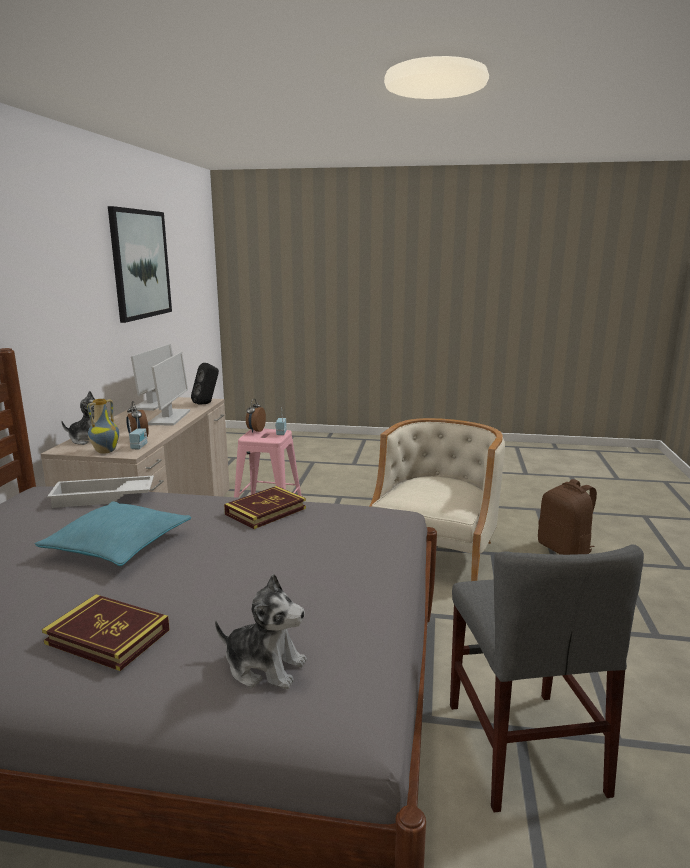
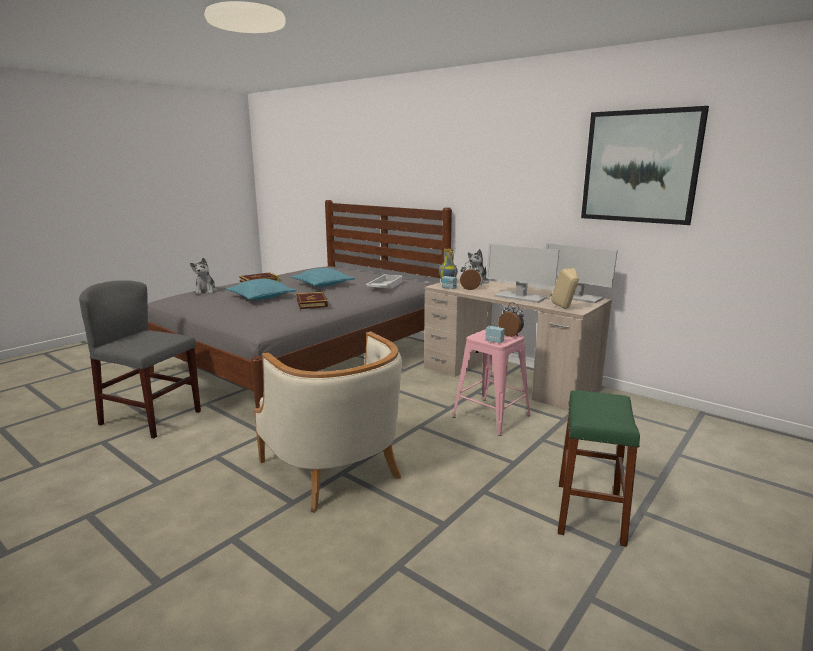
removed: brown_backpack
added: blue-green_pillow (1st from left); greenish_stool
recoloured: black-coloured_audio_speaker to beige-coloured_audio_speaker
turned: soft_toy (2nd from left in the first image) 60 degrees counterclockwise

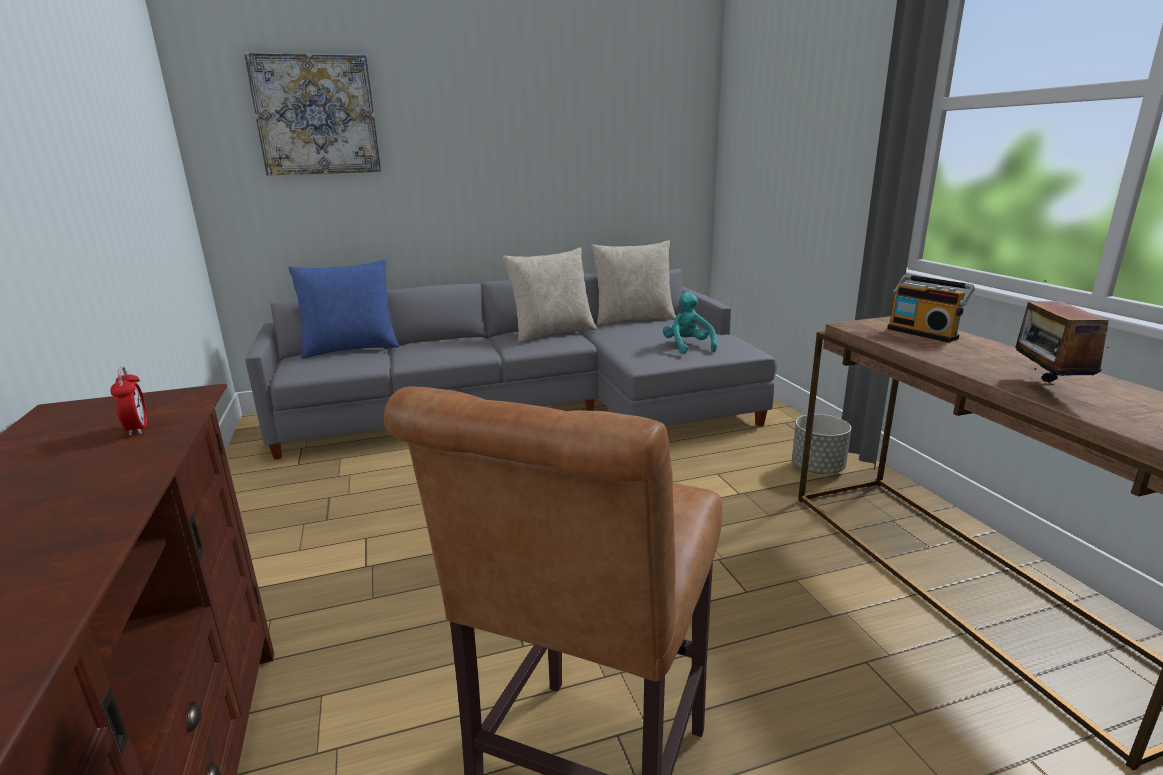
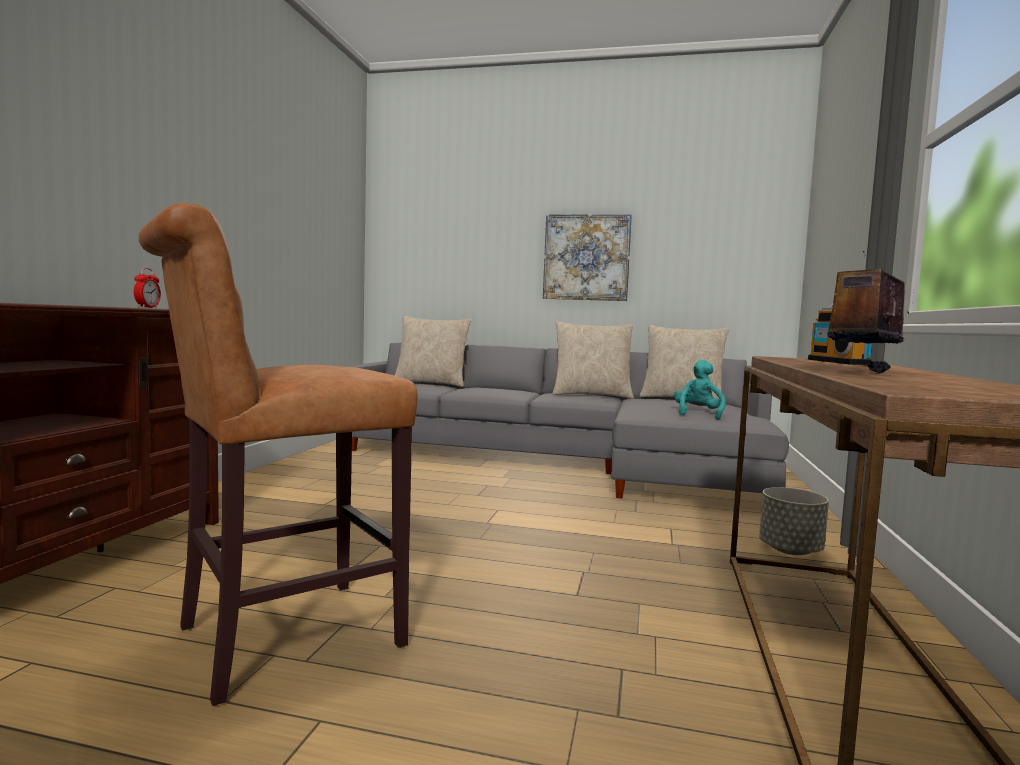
moved: picture
recoloured: bluish_pillow to beige-coloured_pillow (1st from left)

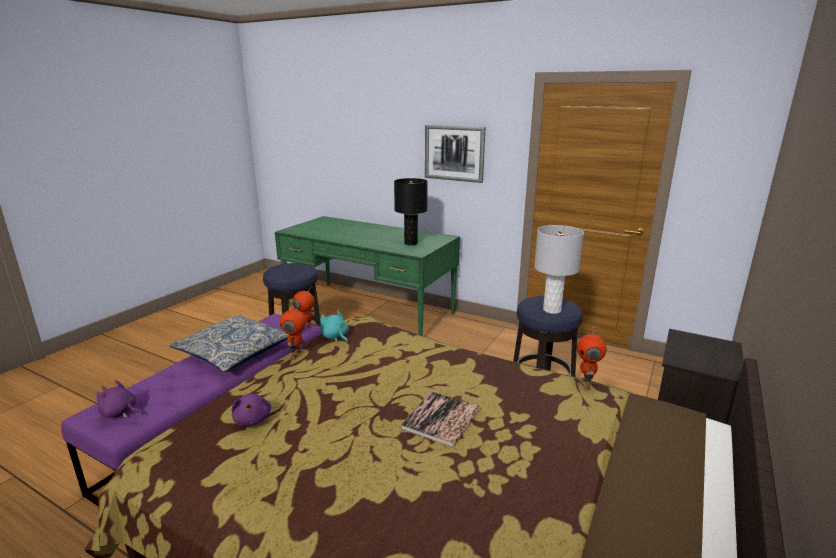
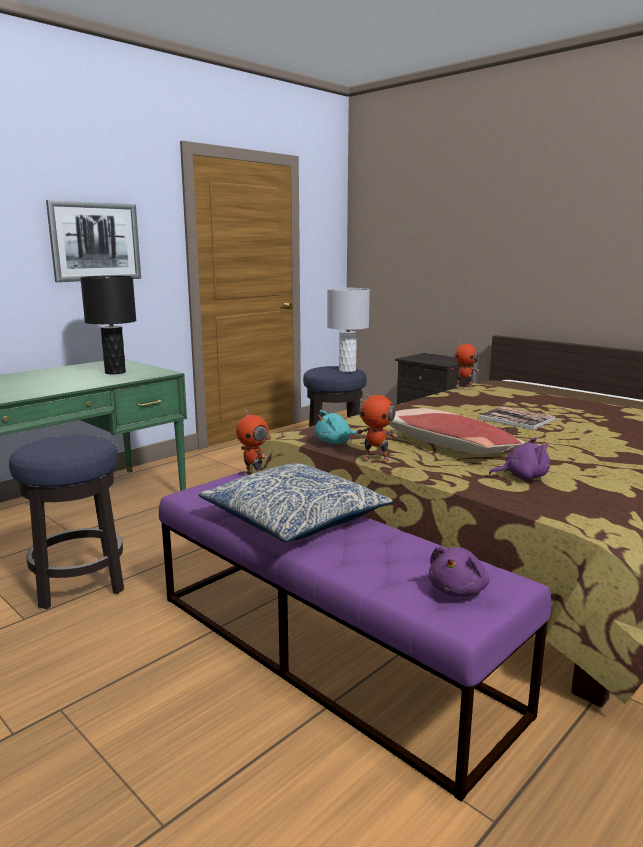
added: pillow (2nd from left)

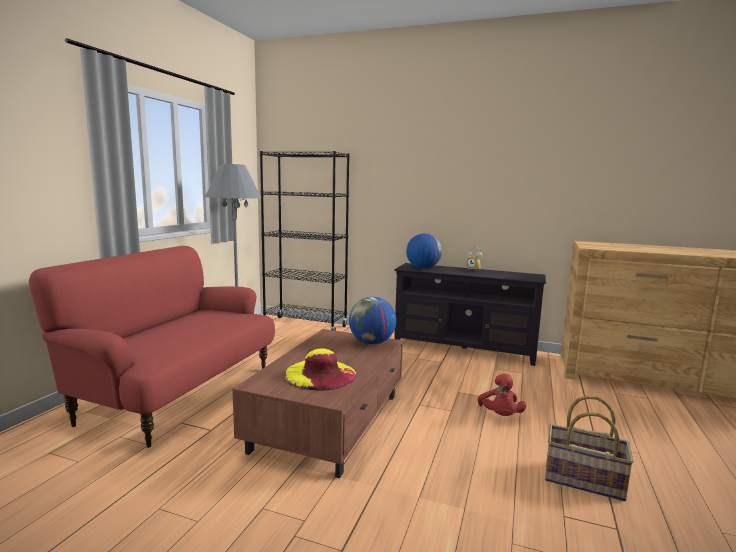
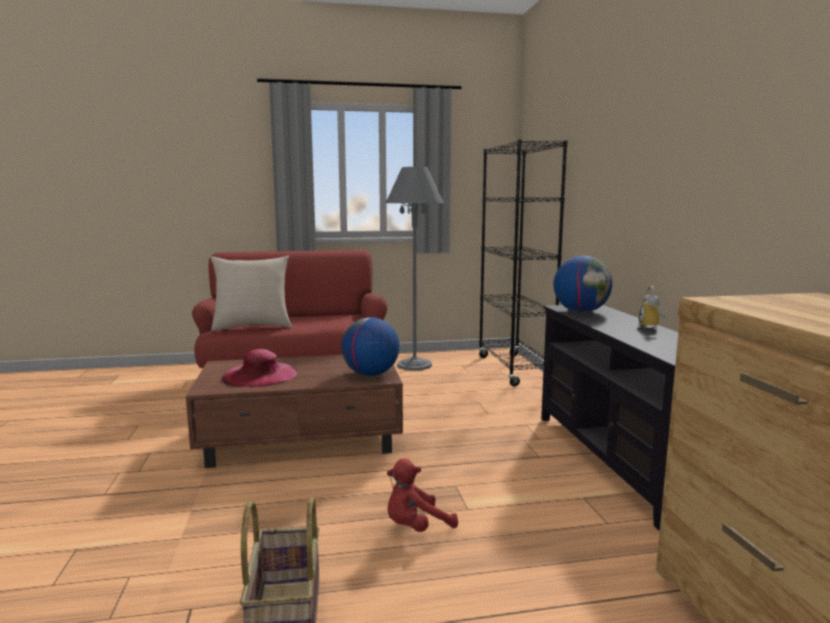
added: beige-coloured_pillow
recoloured: yellow-coloured_wearable_hat to pink_wearable_hat

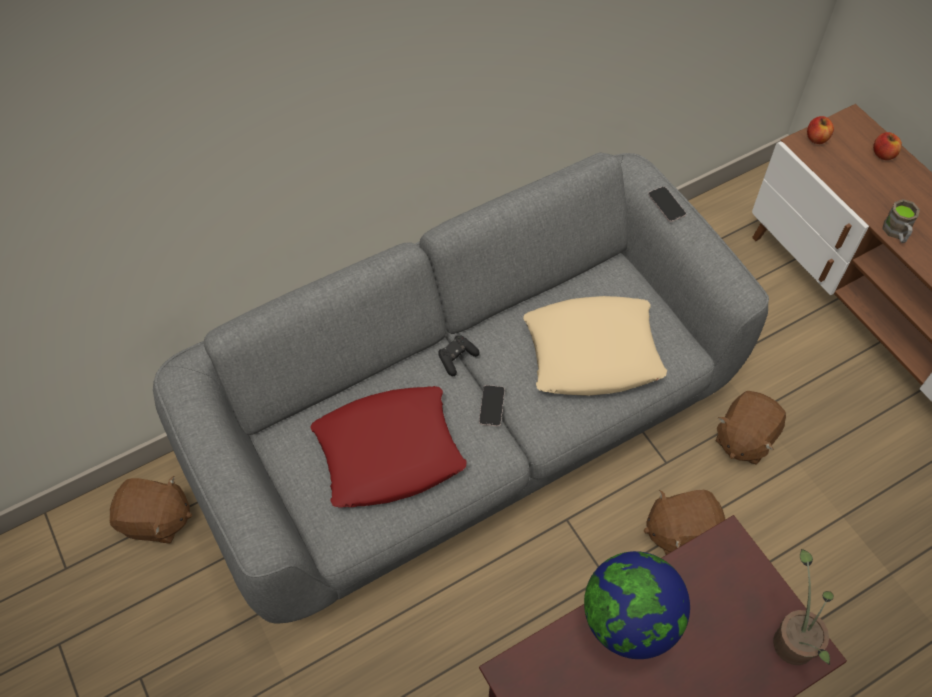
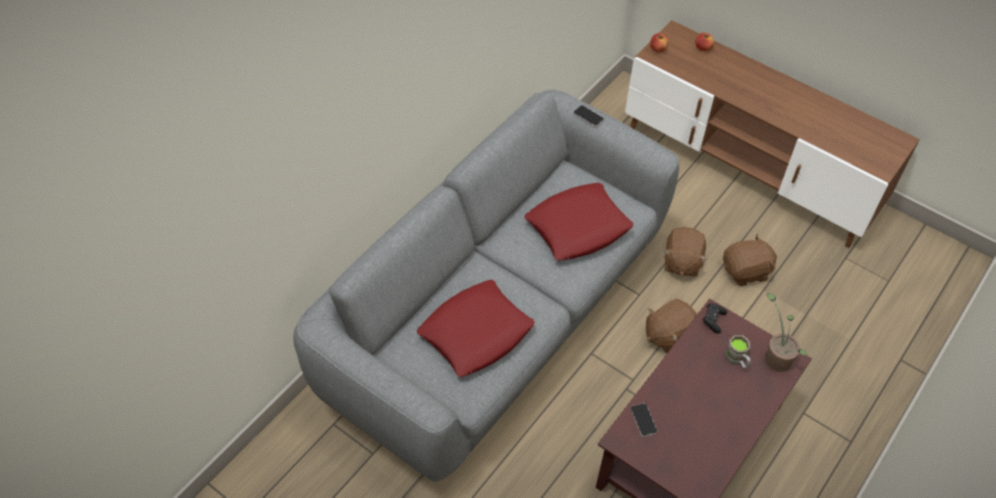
removed: globe
moved: brown_soft_toy (1st from left in the first image) to brown_soft_toy (3rd from left); black-coloured_joypad; phone (1st from left in the first image) to phone (2nd from left); brown_tea_mug
recoloured: beige-coloured_pillow to red-coloured_pillow (2nd from left)

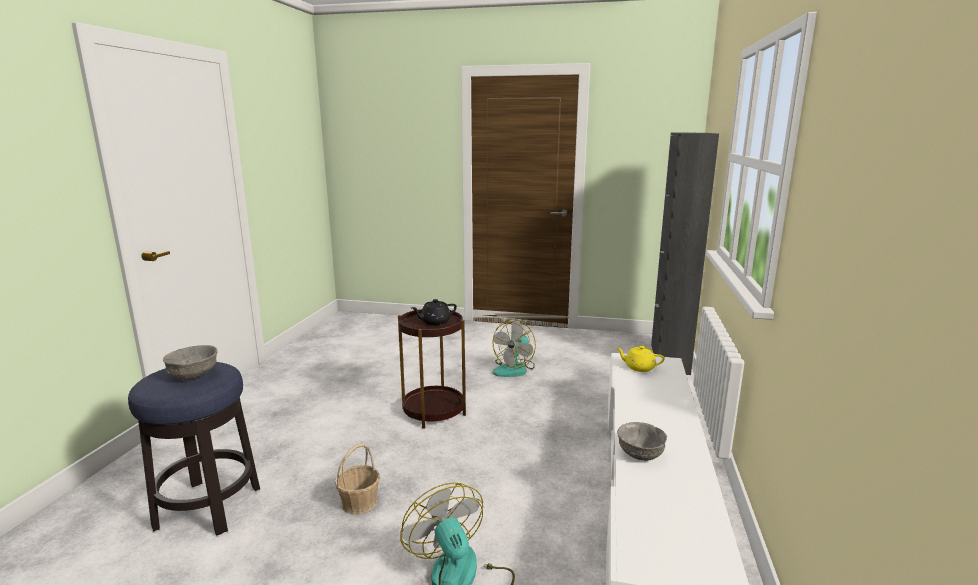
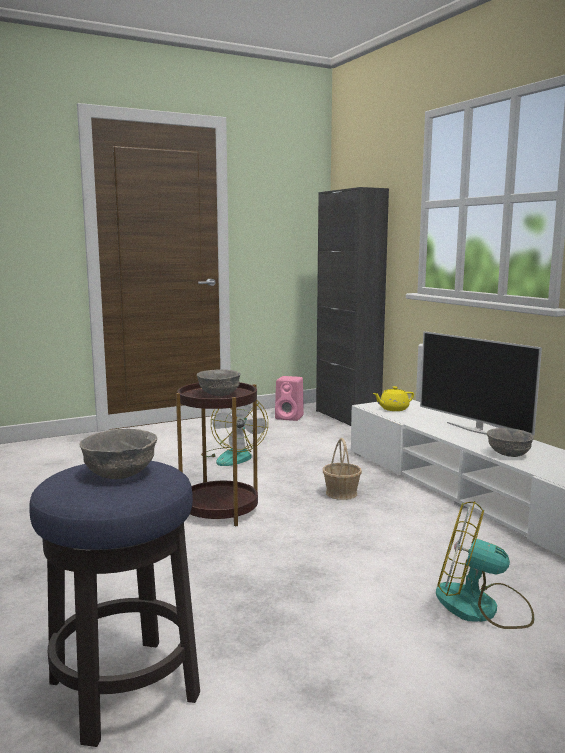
added: pink_audio_speaker; TV
moved: household_basket
replaced: black-coloured_teapot to greyish_bowl (2nd from left)

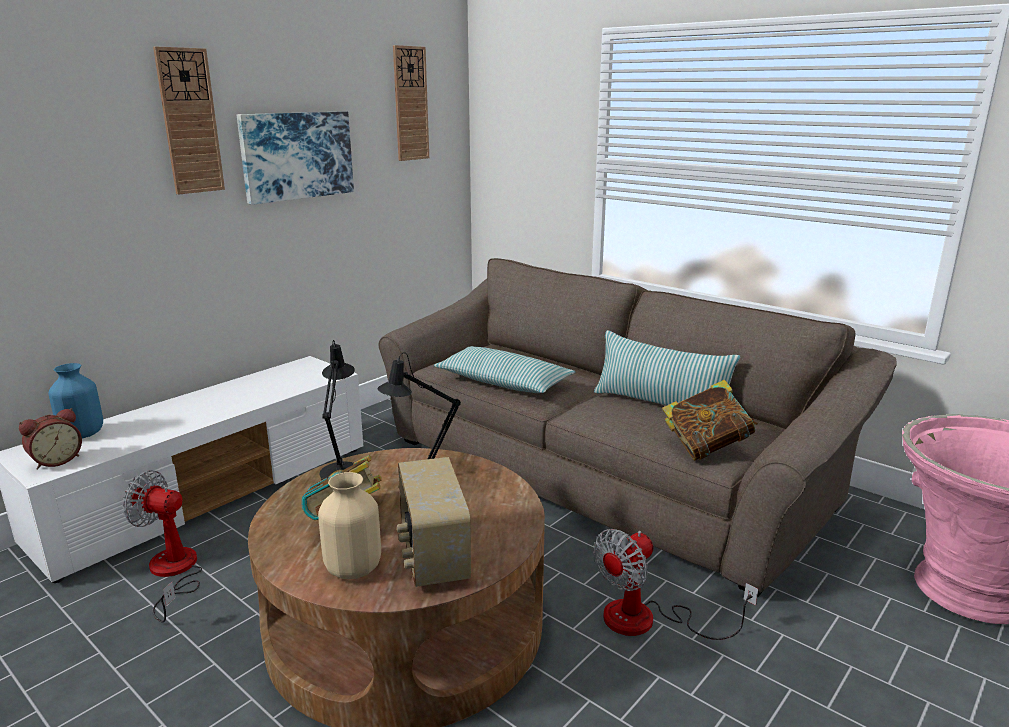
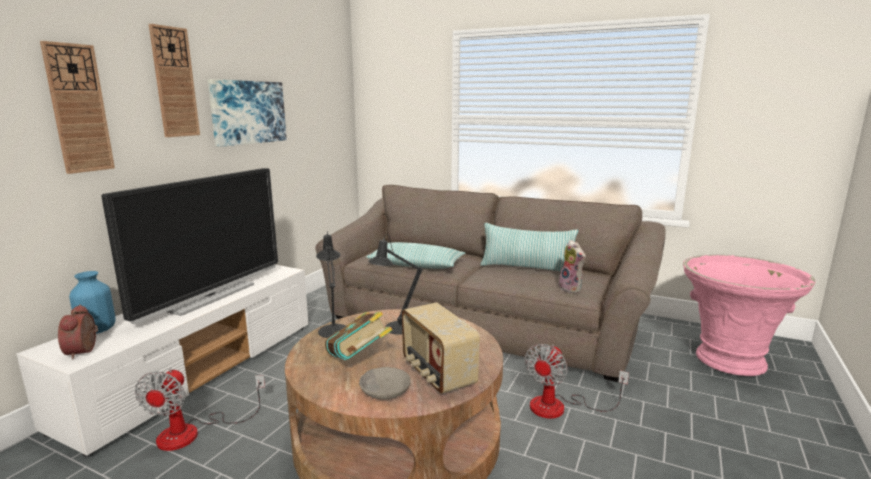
added: TV
moved: wall_clock (2nd from left in the first image) to wall_clock (1st from left)
replaced: beige-coloured_vase to greyish_bowl; bound_book (2nd from left) to soft_toy
turned: alarm_clock 135 degrees clockwise; fan (1st from left) 90 degrees counterclockwise

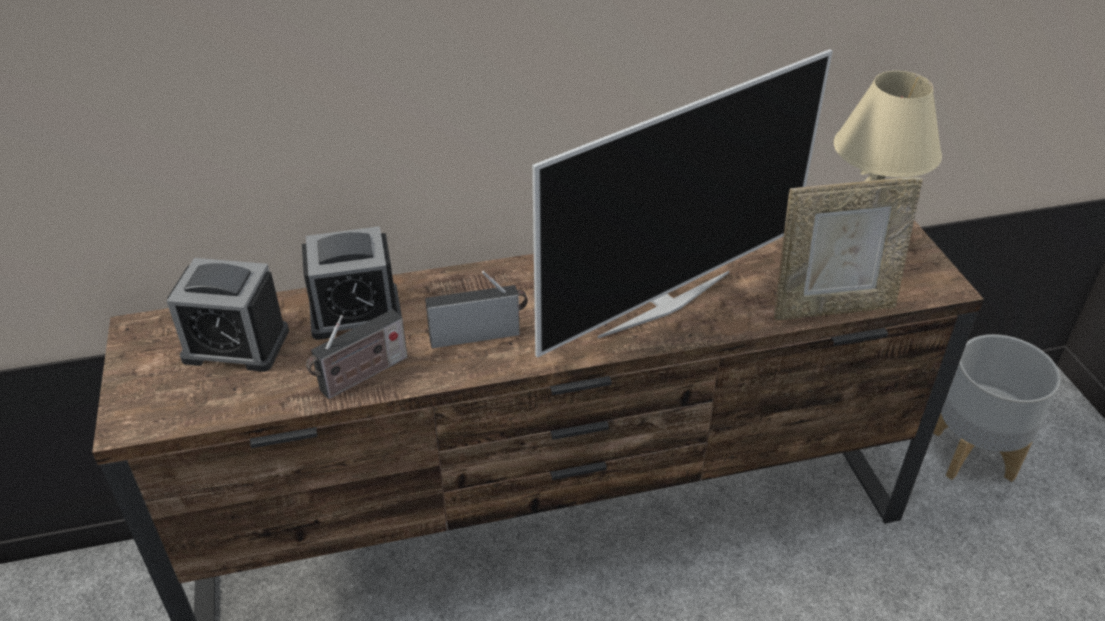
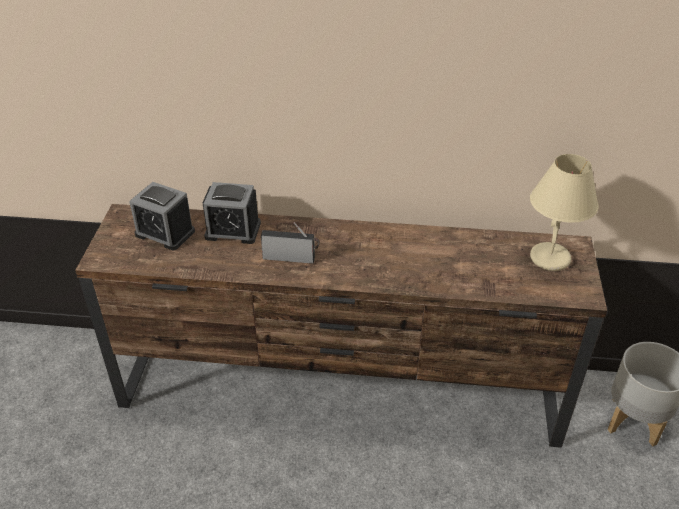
removed: radio (1st from left); TV; standing_frame

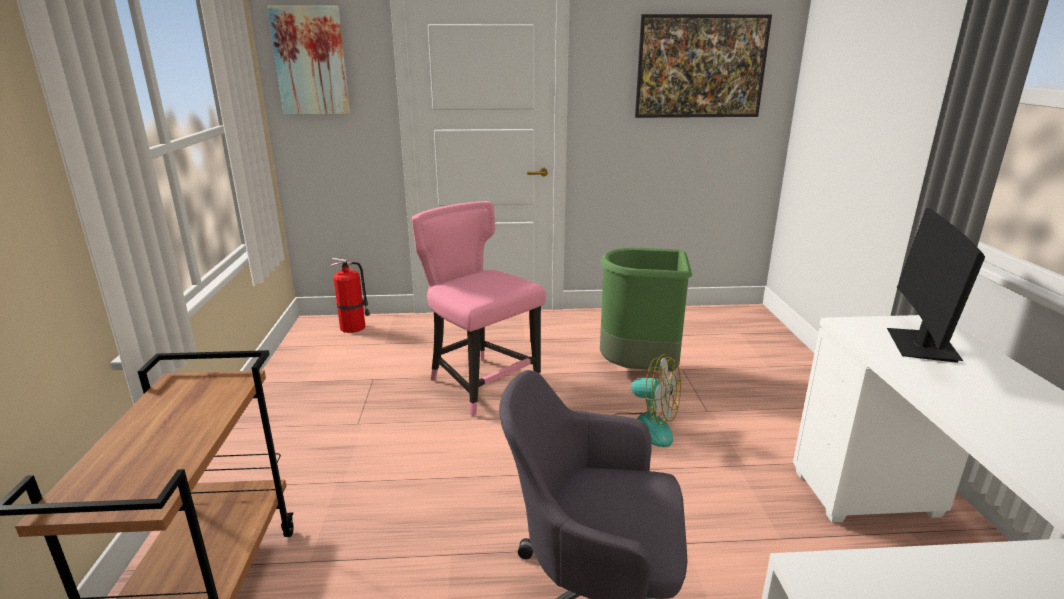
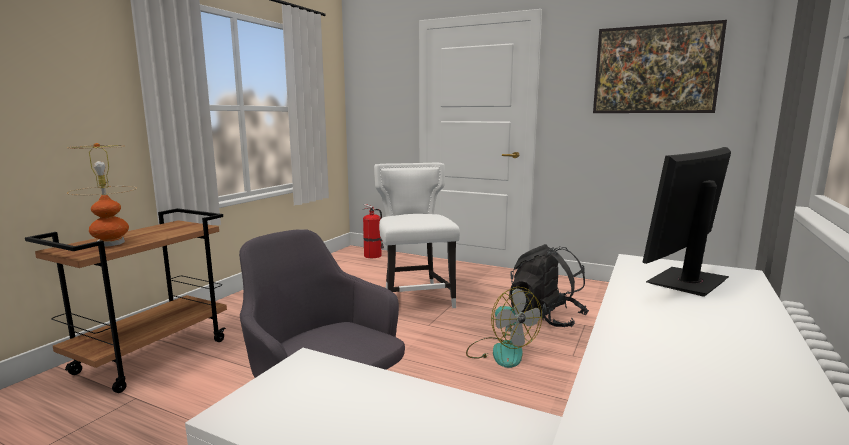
removed: picture (1st from left)
added: lamp_for_a_table
replaced: greenish_rubbish_bin to black-coloured_backpack
recoloured: pink_plain_chair to white_plain_chair

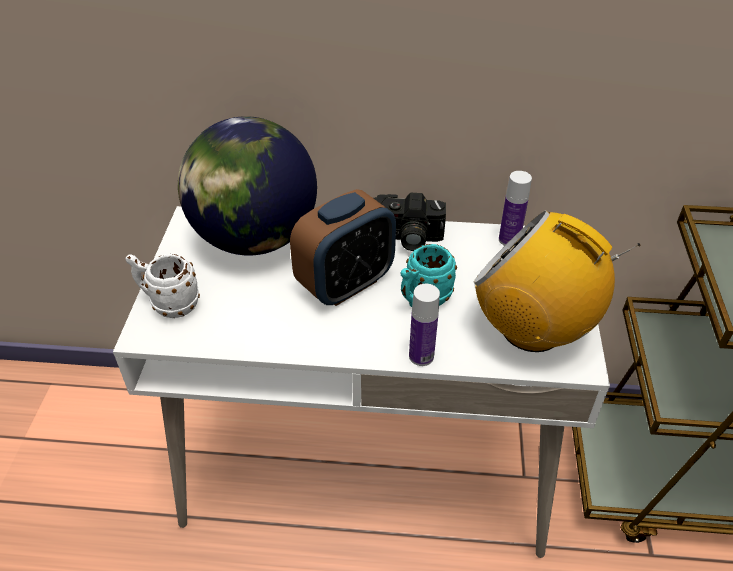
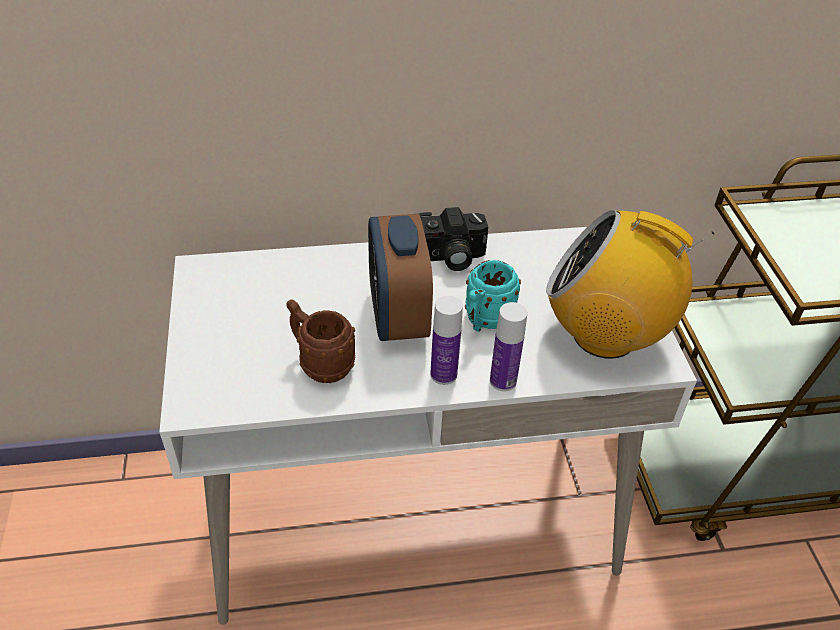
removed: white_tea_mug; globe
added: brown_tea_mug
moved: bottle (2nd from left in the first image) to bottle (1st from left)
turned: alarm_clock 135 degrees clockwise

